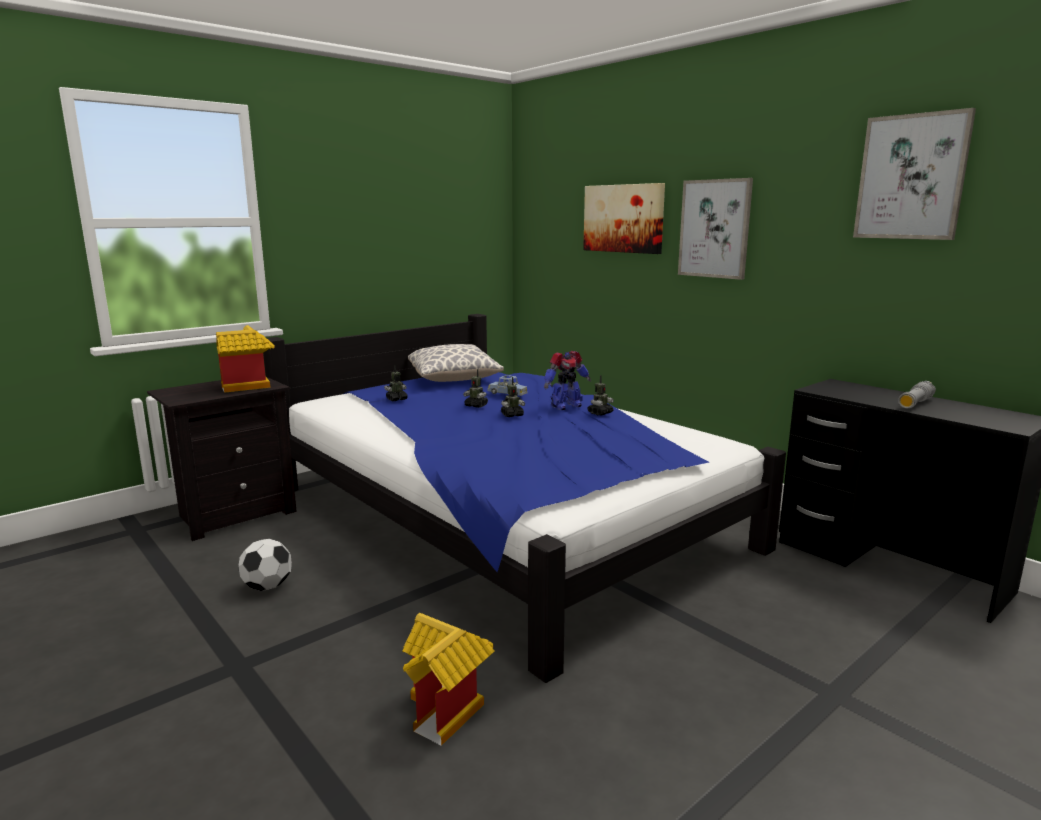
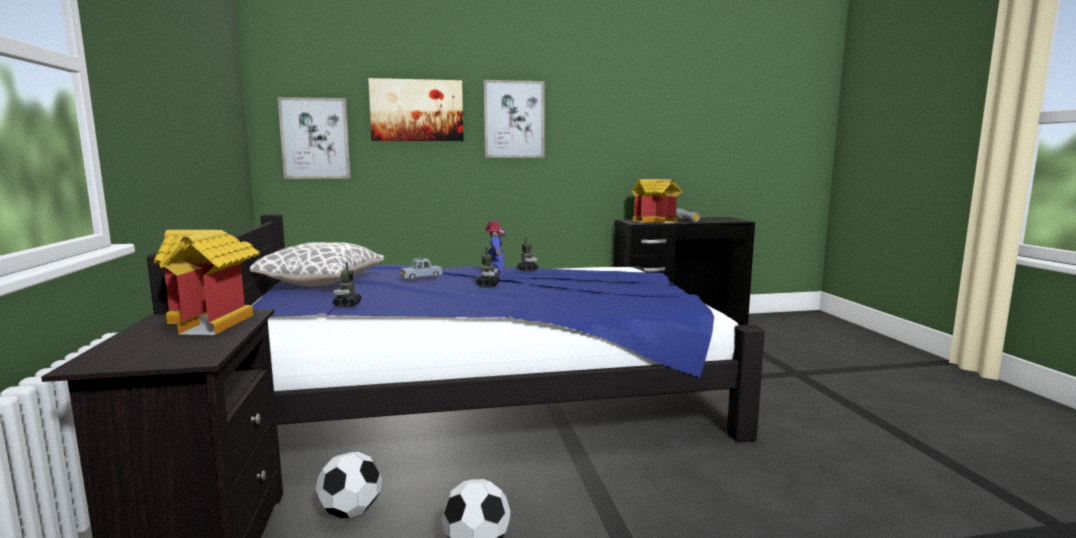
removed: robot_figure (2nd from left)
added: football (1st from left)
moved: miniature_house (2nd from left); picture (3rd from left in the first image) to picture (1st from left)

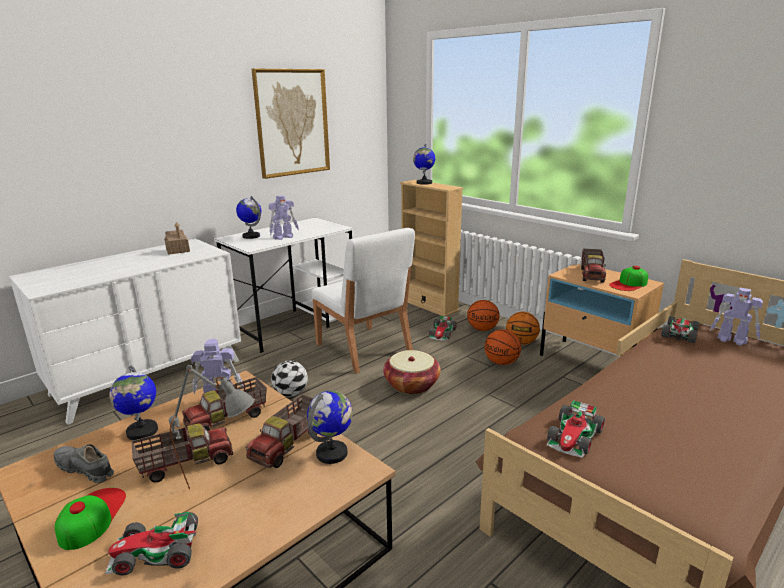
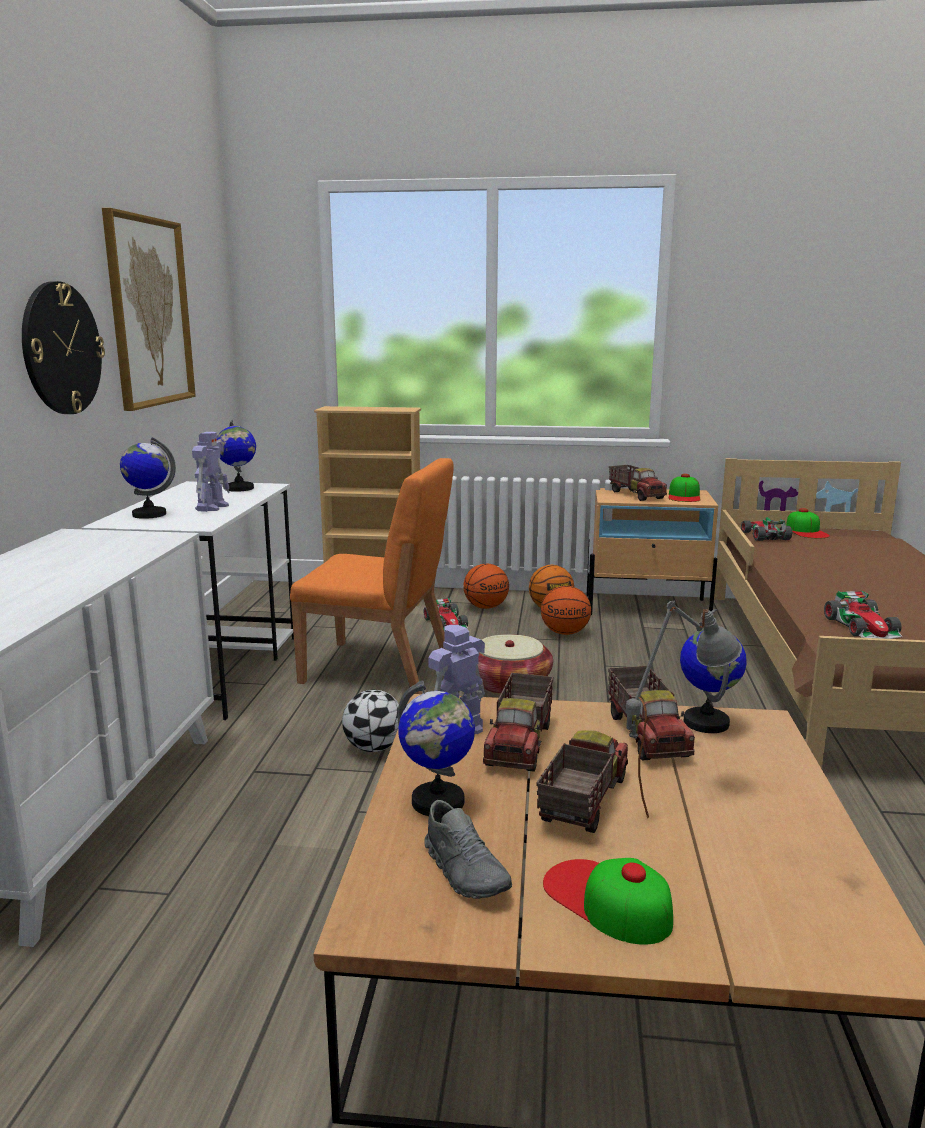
removed: model_car (1st from left); miniature_house
added: wall_clock
moved: globe (4th from left in the first image) to globe (2nd from left)
replaced: robot_figure (3rd from left) to cap (3rd from left)
recoloured: white_plain_chair to orange_plain_chair
turned: greyish_item_of_footwear 105 degrees counterclockwise

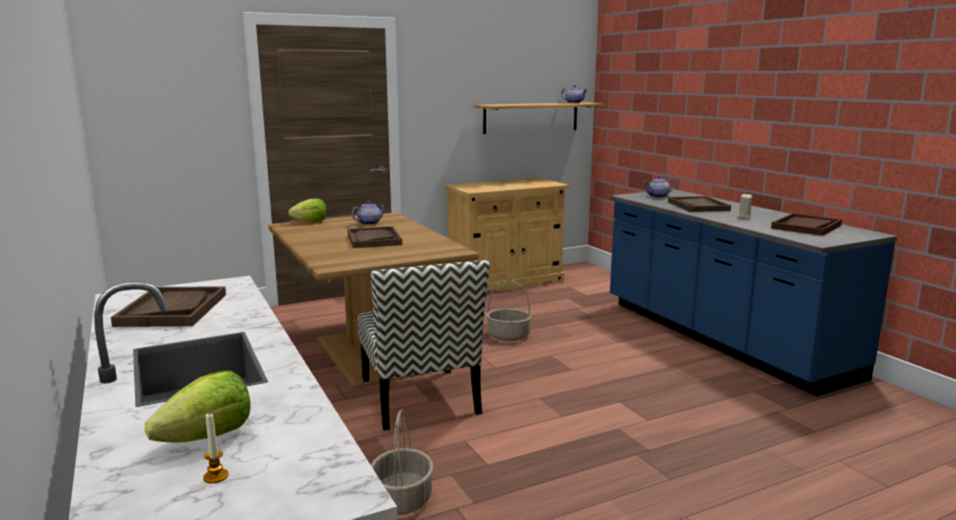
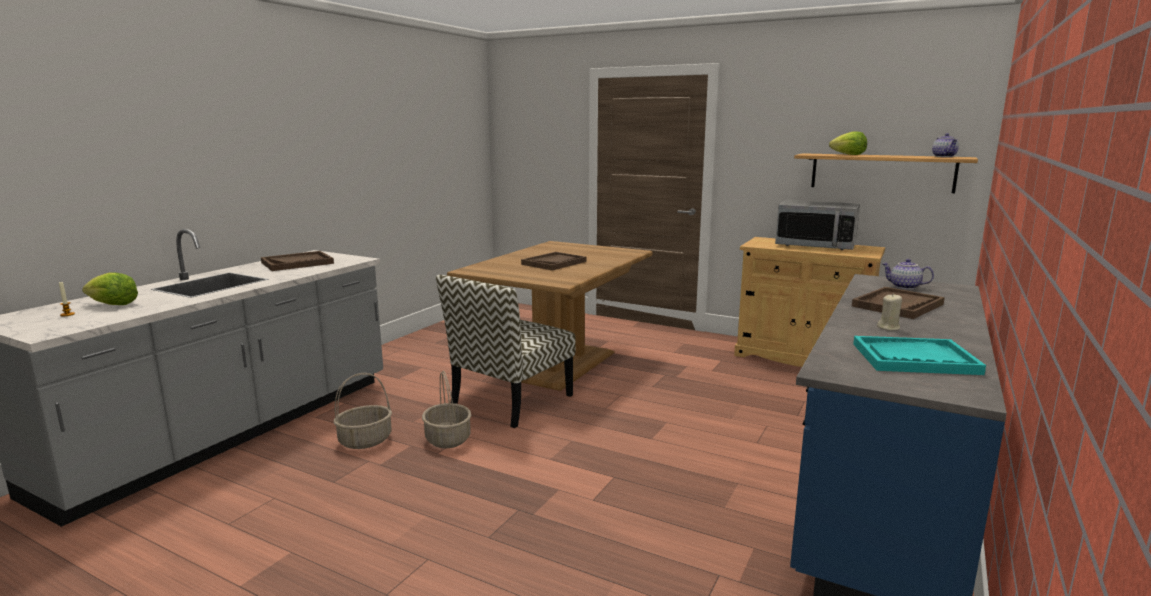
removed: teapot (1st from left)
added: microwave_oven
moved: lettuce (2nd from left); household_basket (2nd from left)
recoloured: brown_carrying_tray (4th from left) to blue-green_carrying_tray

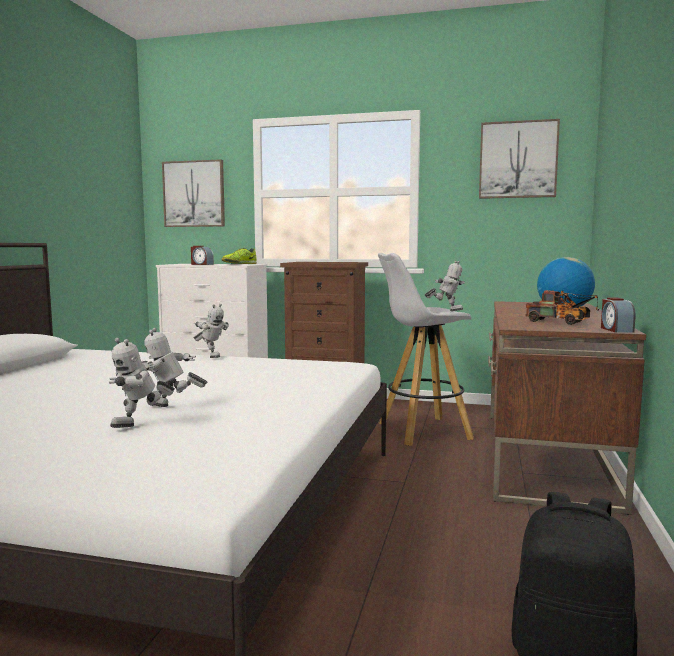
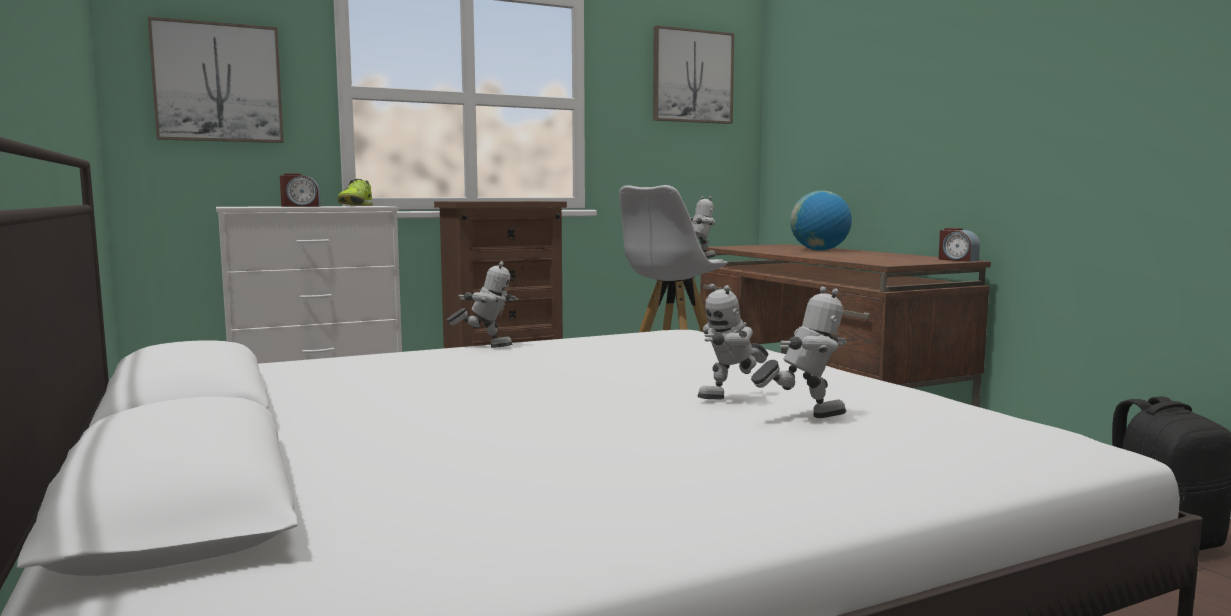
removed: model_truck
turned: robot_figure (1st from left in the first image) 105 degrees counterclockwise

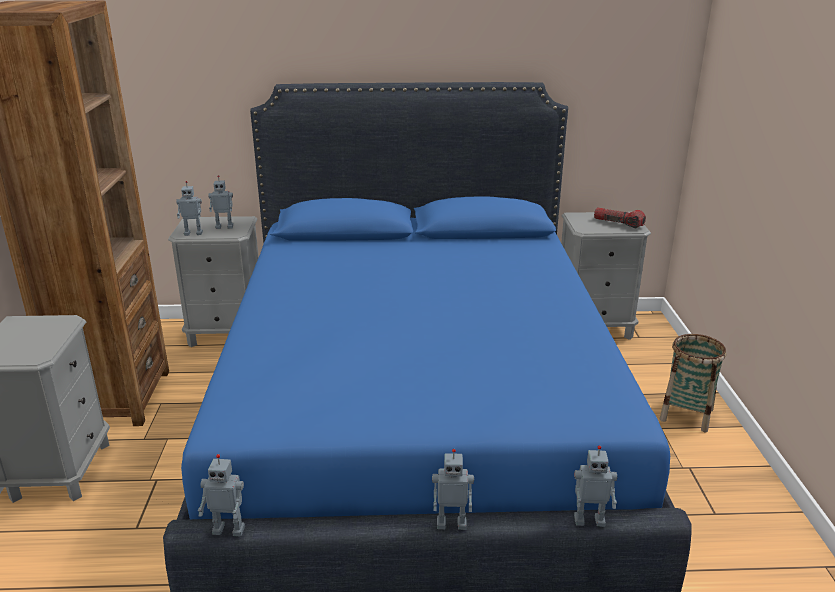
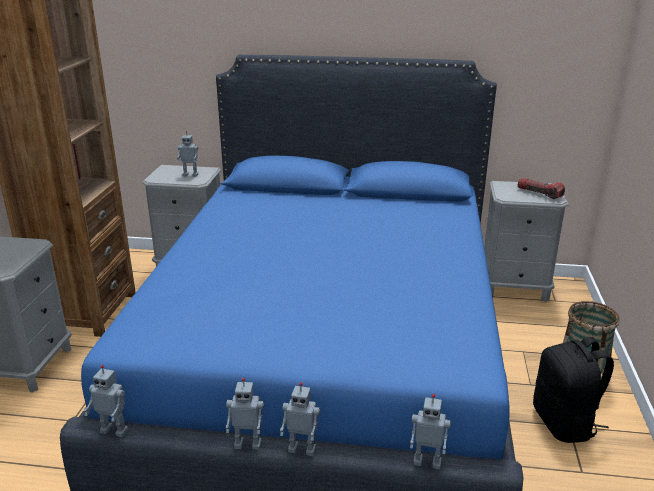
added: black-coloured_backpack
moved: robot_figure (1st from left in the first image) to robot_figure (3rd from left)

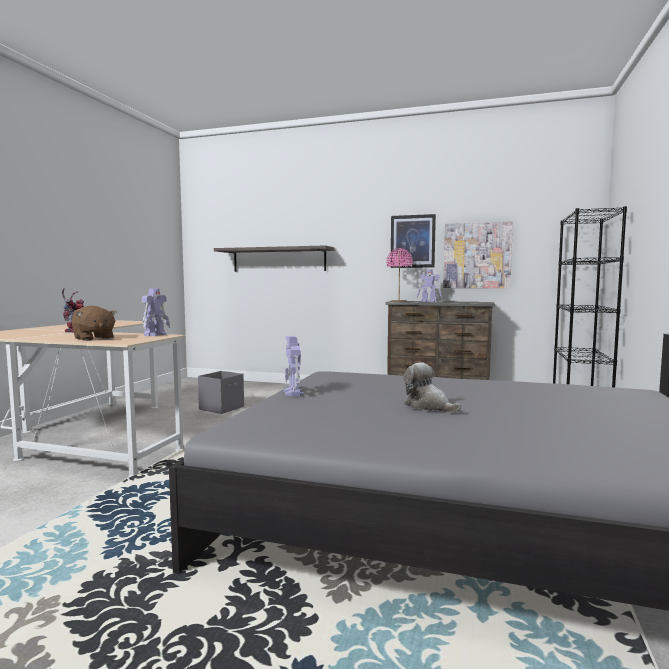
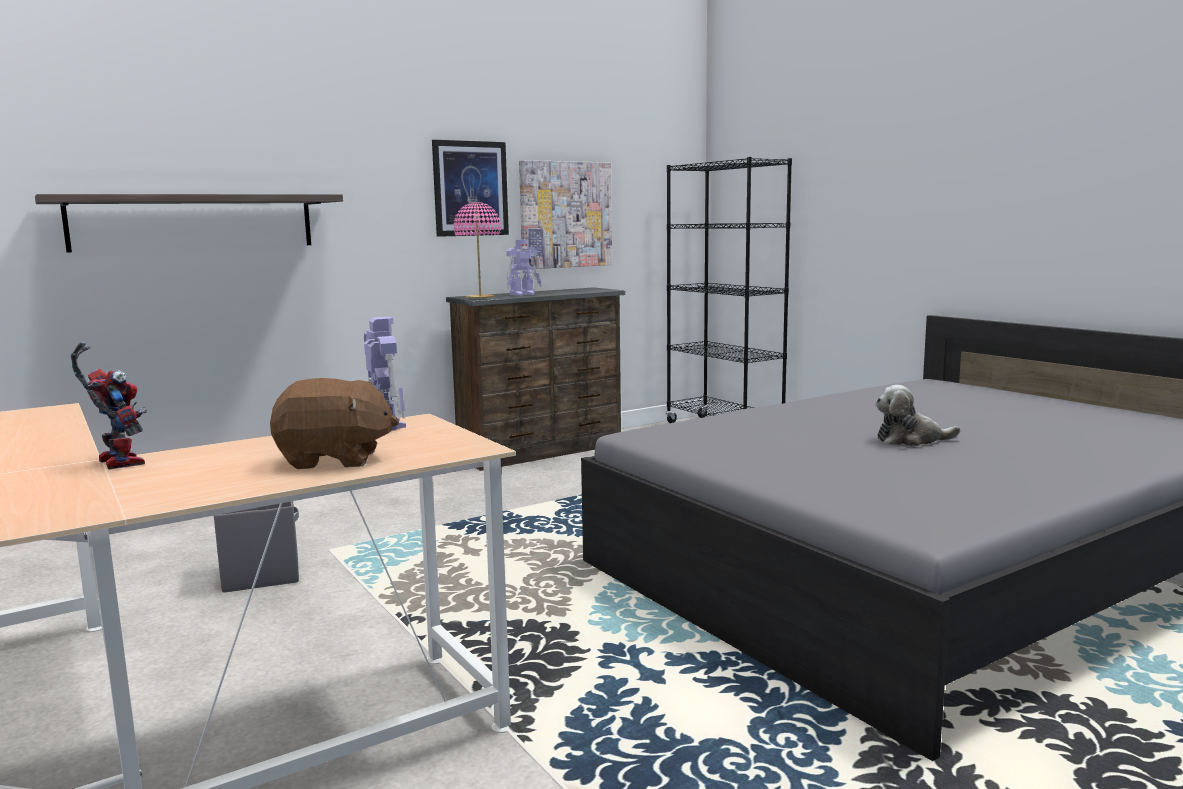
removed: robot_figure (3rd from left)

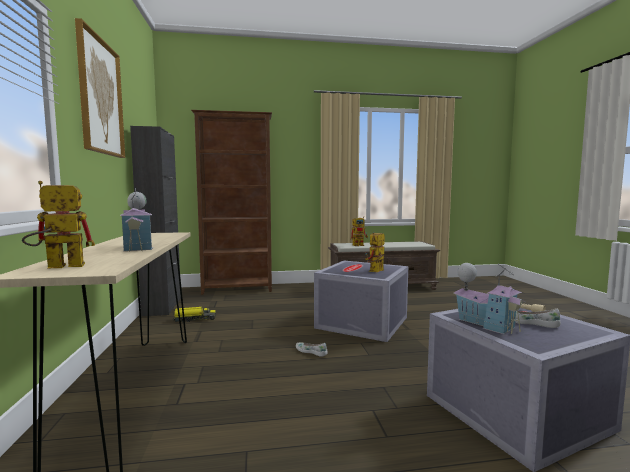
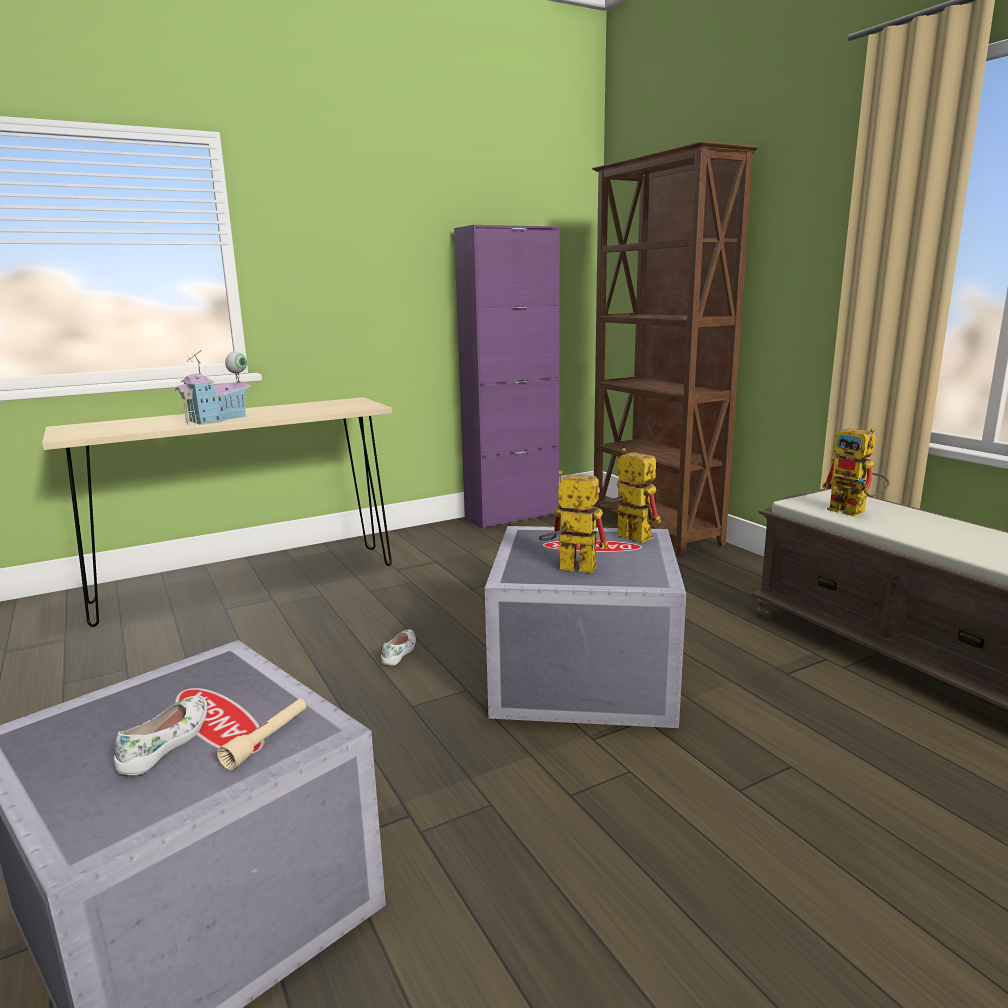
removed: picture; model_truck; miniature_house (2nd from left)
moved: robot_figure (1st from left in the first image) to robot_figure (2nd from left)
recoloured: black-coloured_storage_cabinet to purple-coloured_storage_cabinet

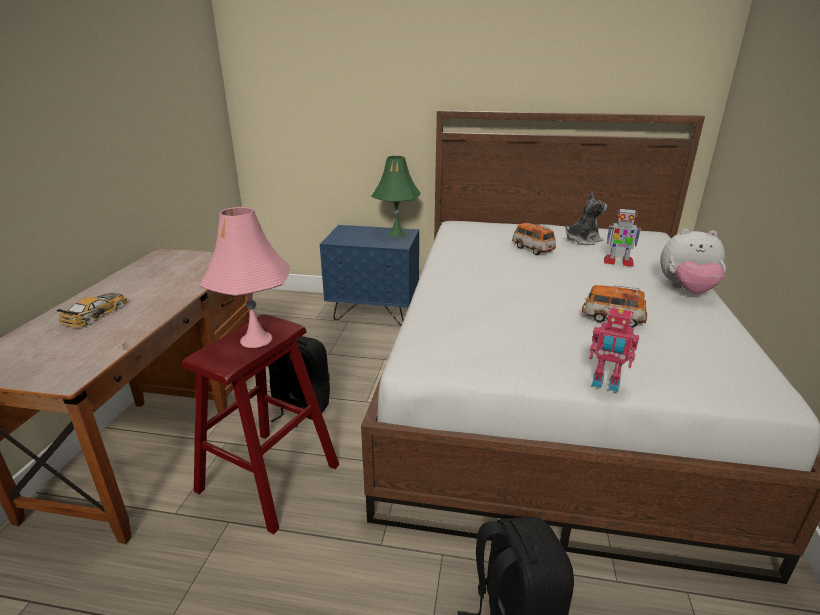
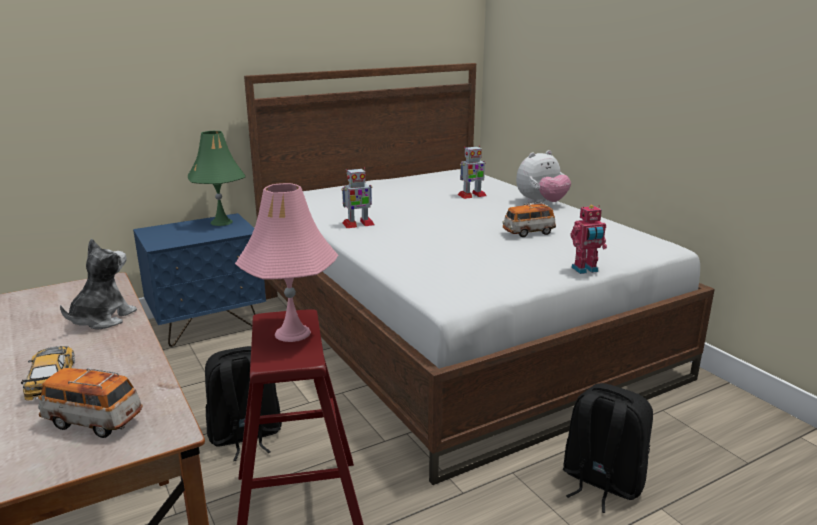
added: robot_figure (1st from left)
moved: model_car (2nd from left); soft_toy (1st from left)

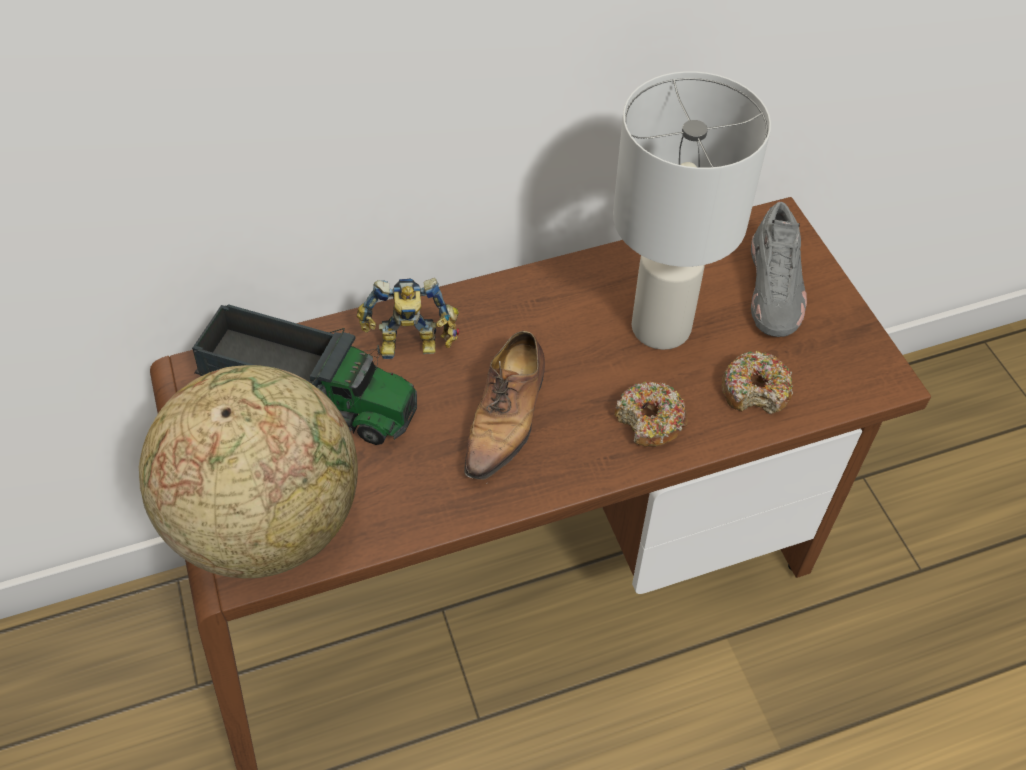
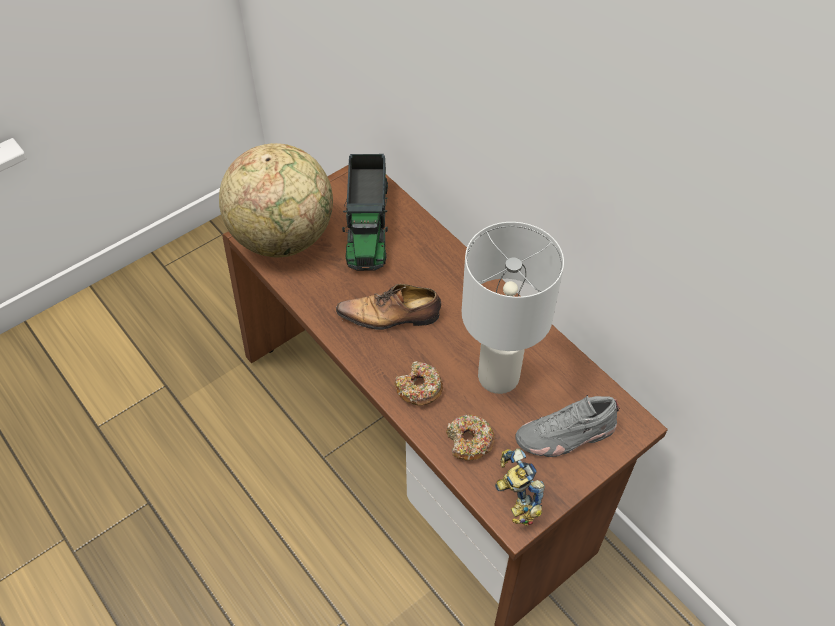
moved: robot_figure

